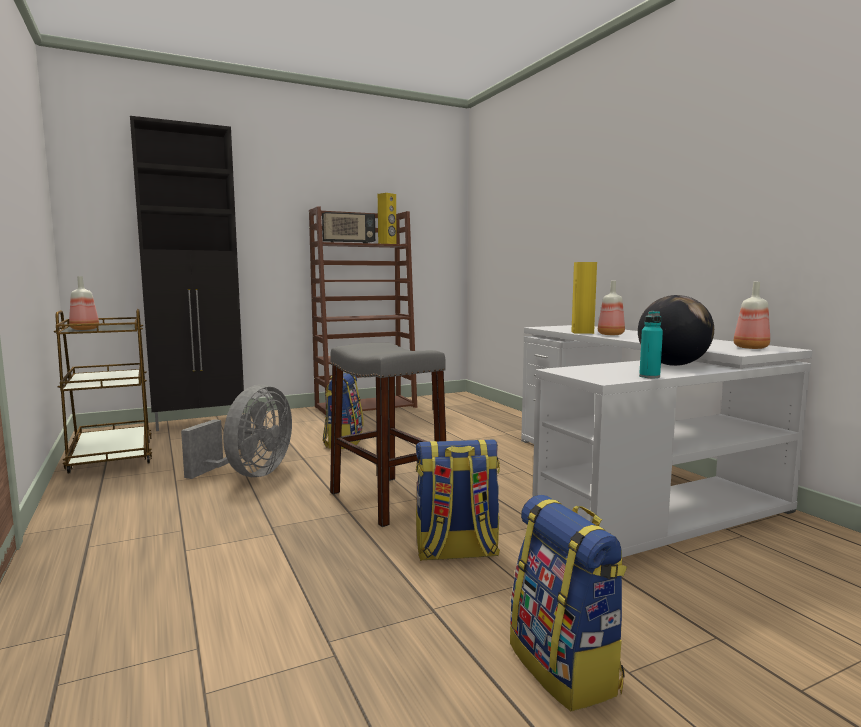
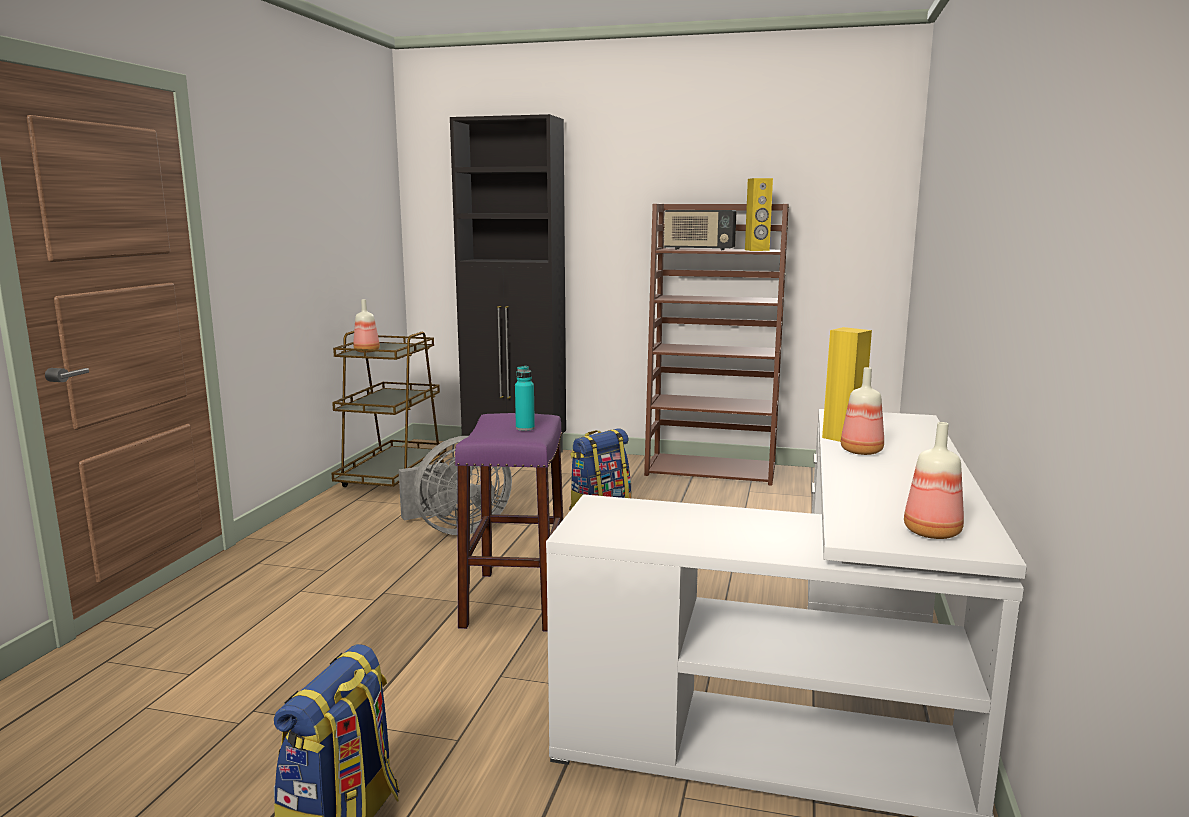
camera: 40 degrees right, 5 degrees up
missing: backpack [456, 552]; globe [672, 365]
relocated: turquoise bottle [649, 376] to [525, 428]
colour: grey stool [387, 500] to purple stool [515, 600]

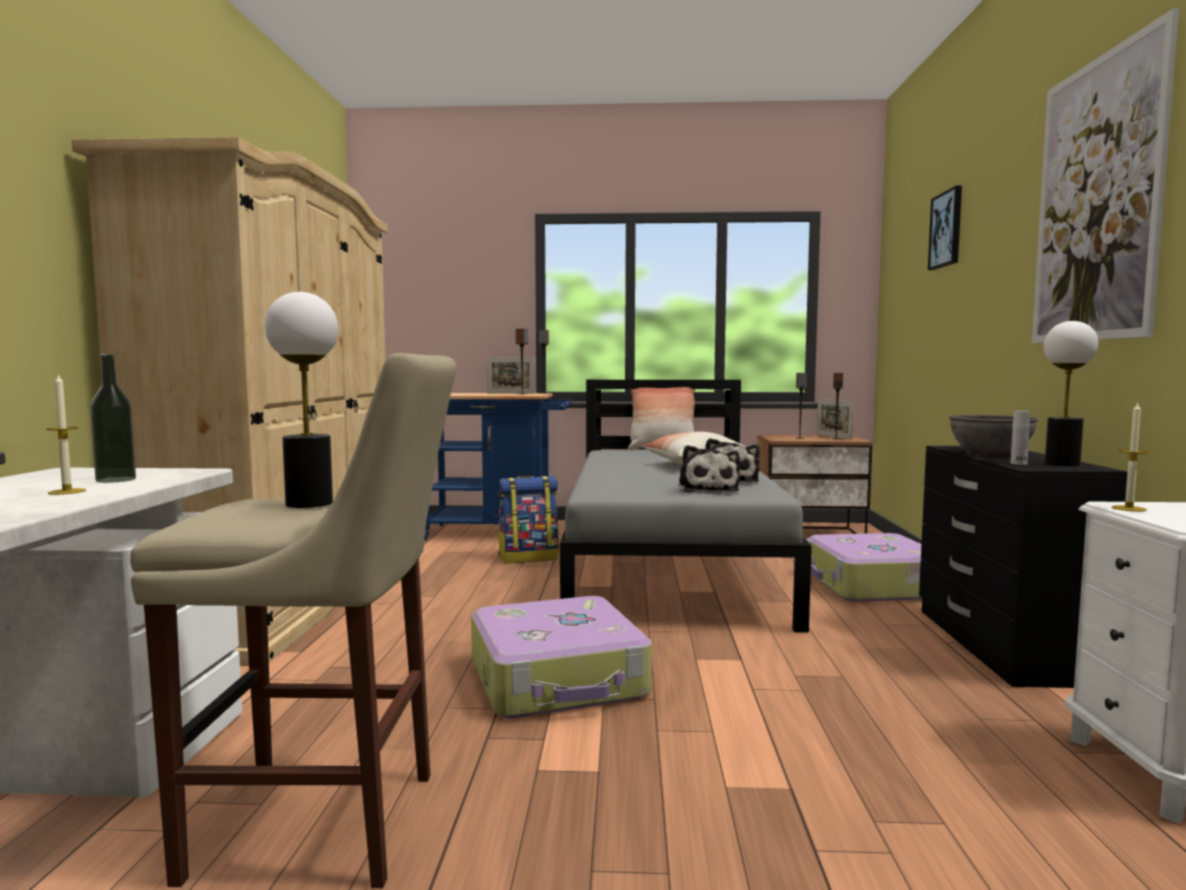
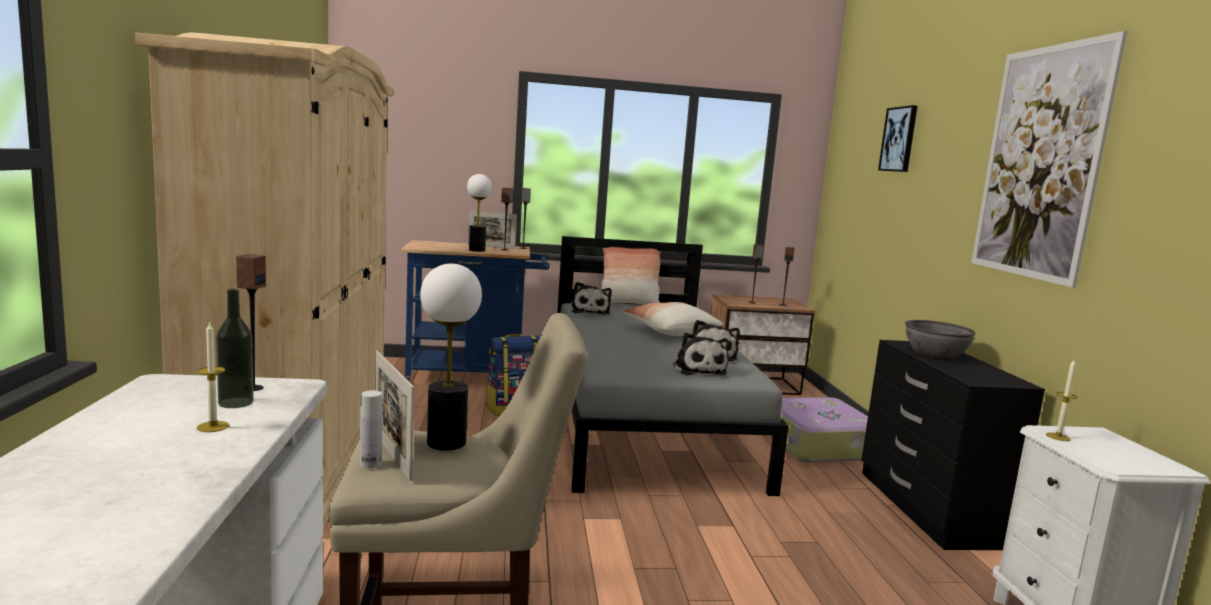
camera: 10 degrees left, 5 degrees up
missing: suitcase [559, 679]
appeared: speaker [253, 388]; plush toy [590, 311]
relocated: picture frame [834, 437] to [391, 455]; white bottle [1018, 463] to [370, 464]; table lamp [1061, 464] to [476, 250]

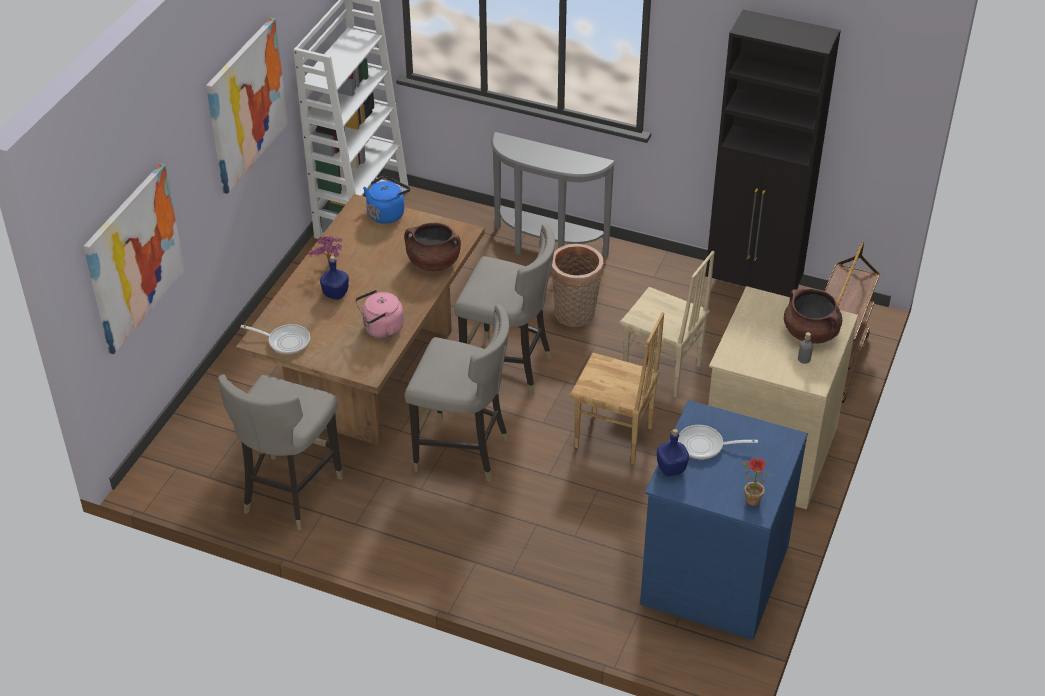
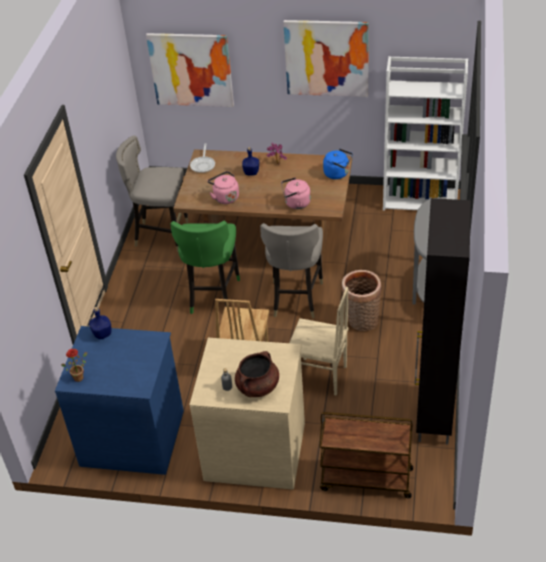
camera: 80 degrees right, 0 degrees up
missing: frying pan [704, 446]
exchanged: brown cooking pot [433, 263] to pink kettle [296, 203]
colour: grey stool [463, 452] to green stool [212, 296]
spun: beige chair [661, 371] = [320, 377] 90 degrees counterclockwise

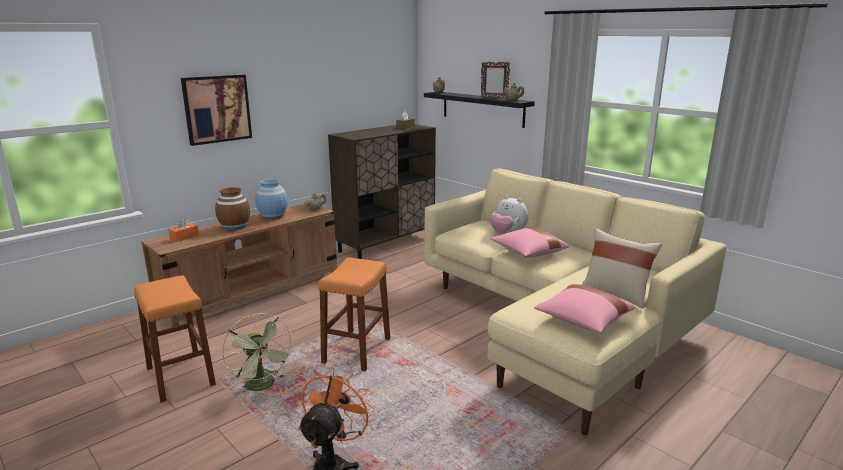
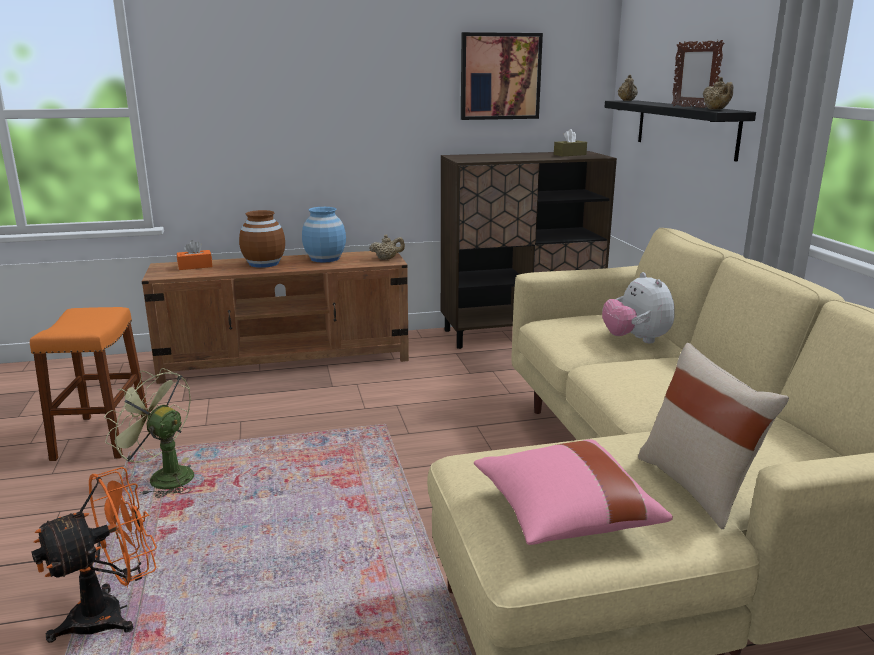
camera: 30 degrees right, 0 degrees up
missing: orange stool [357, 350]; pink pillow [528, 253]
relocated: picture [217, 109] to [500, 76]
spun: green fan [263, 386] = [163, 477] 120 degrees clockwise

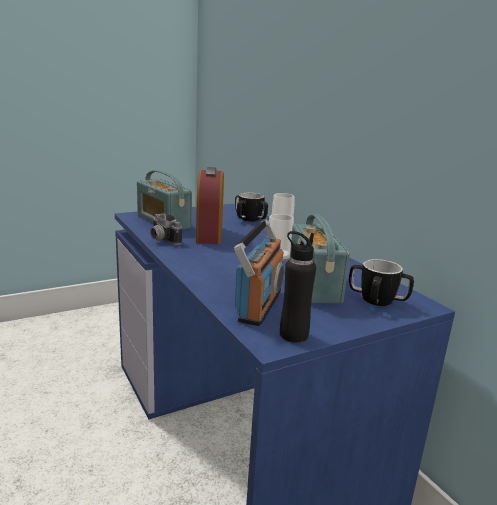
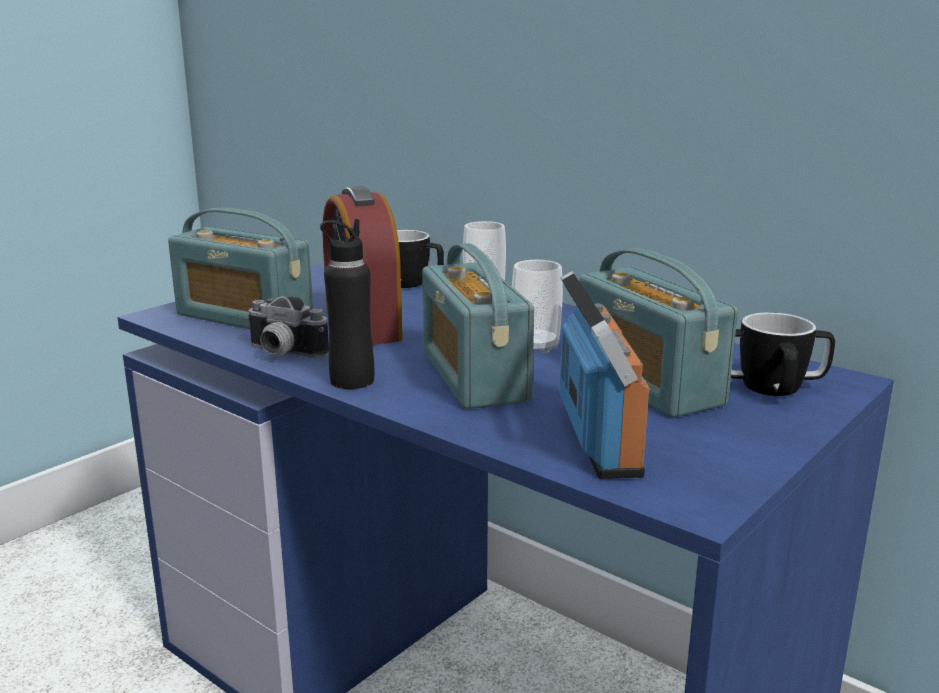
camera: 20 degrees left, 0 degrees up
appeared: radio [473, 376]
relocated: black bottle [293, 335] to [352, 380]

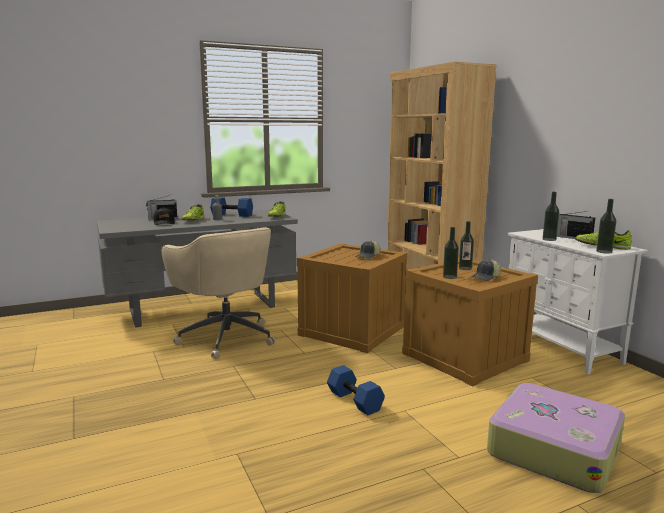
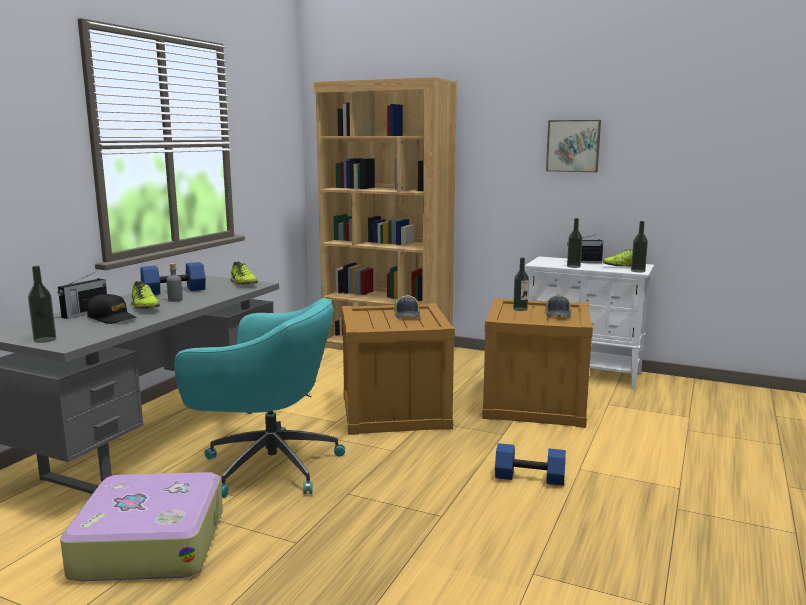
camera: 40 degrees left, 0 degrees up
appeared: picture [573, 146]
relocated: bottle [449, 277] to [45, 340]; suitcase [553, 449] to [150, 543]
colour: beige office chair [225, 337] to turquoise office chair [267, 465]

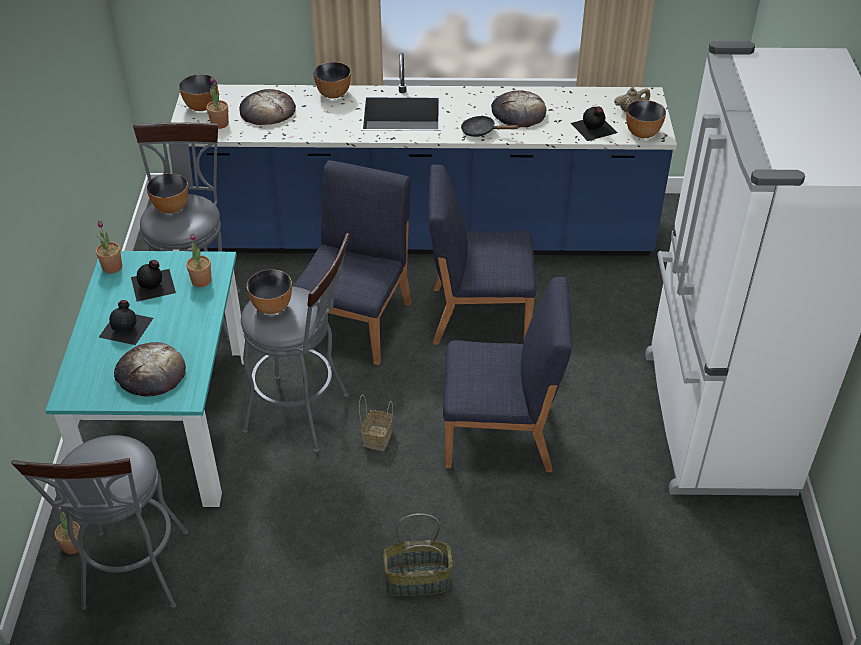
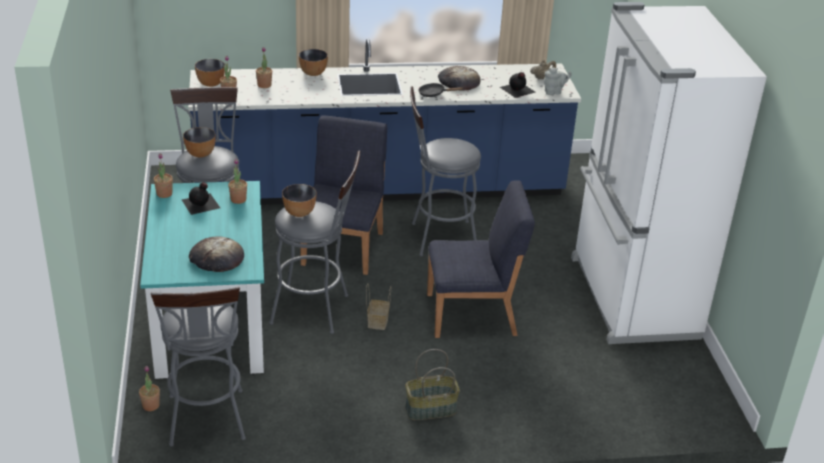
camera: 10 degrees left, 10 degrees down
missing: black bottle [127, 327]
exchanged: bread [267, 111] to potted plant [264, 85]; blue chair [478, 315] to grey stool [437, 238]; bowl [642, 133] to grey teapot [554, 92]

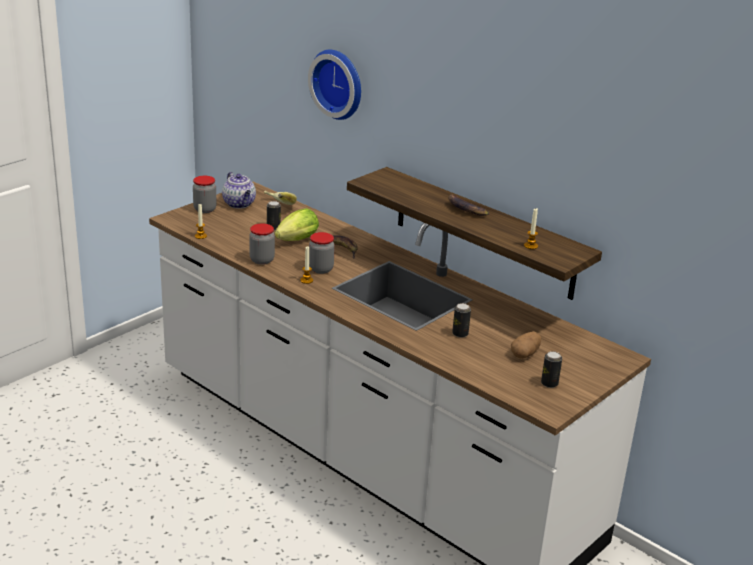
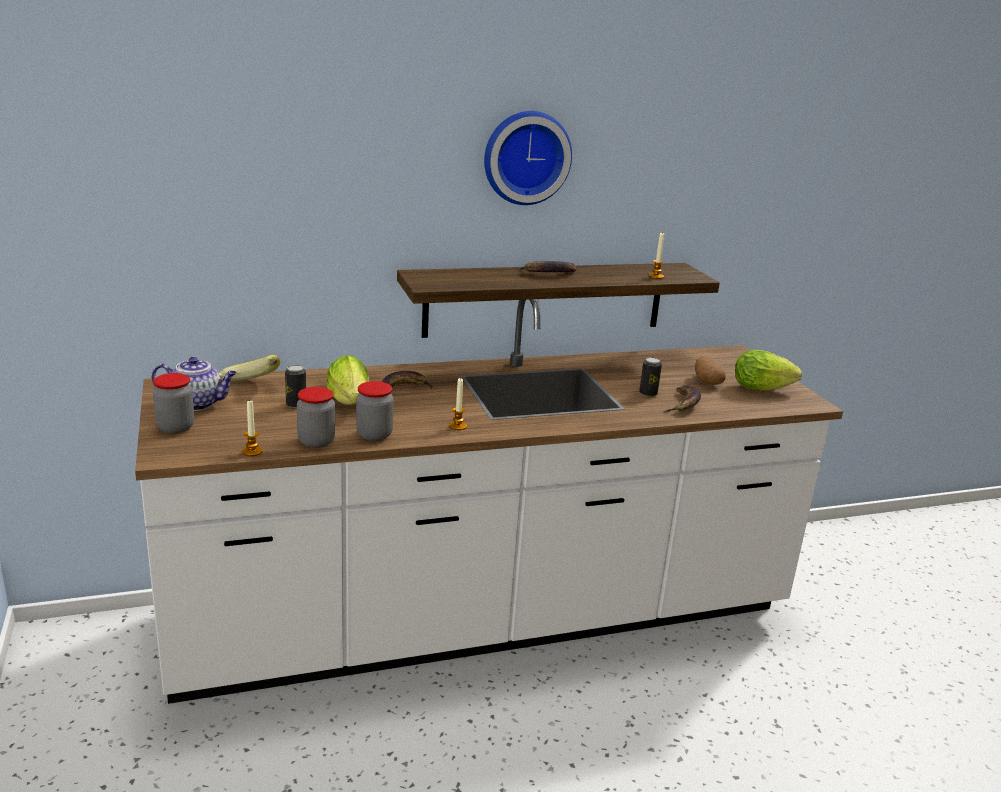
camera: 60 degrees left, 5 degrees down
appeared: banana [683, 404]
relocated: wall clock [339, 83] to [525, 157]; jar [321, 269] to [316, 441]
exchanged: can [549, 383] to lettuce [765, 389]

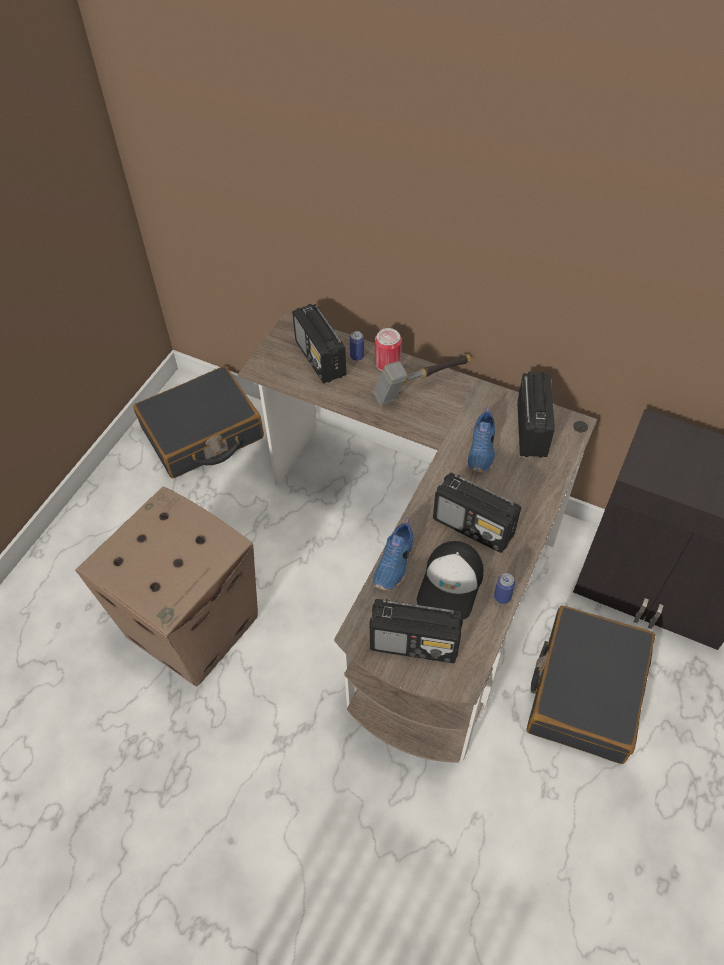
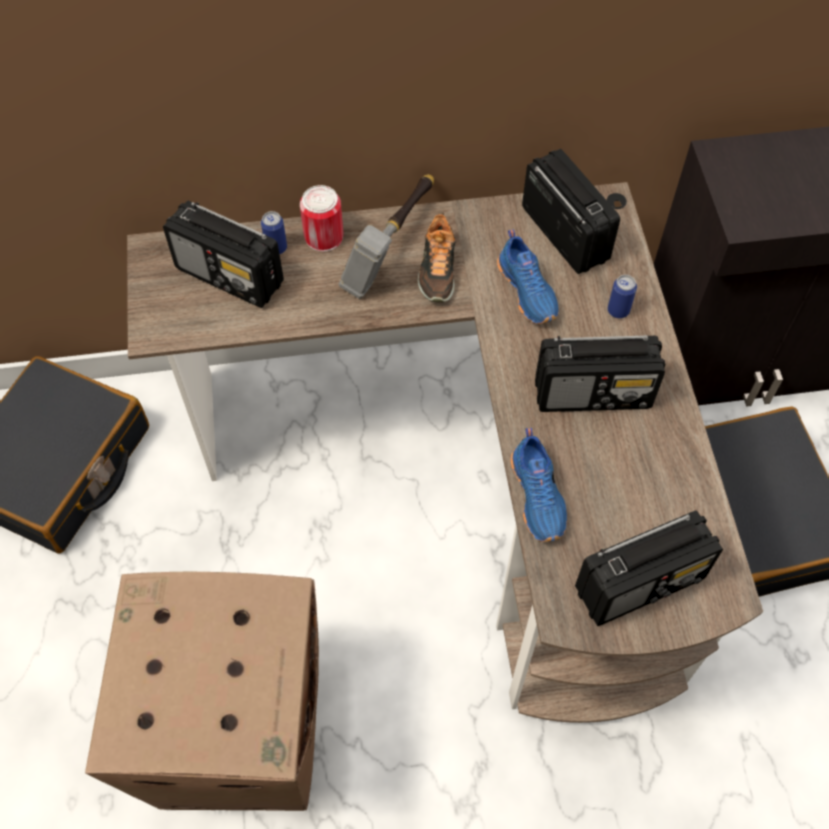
camera: 35 degrees left, 5 degrees up
missing: cap [451, 585]
appeared: shoe [437, 269]
relocated: can [502, 597] to [618, 310]

